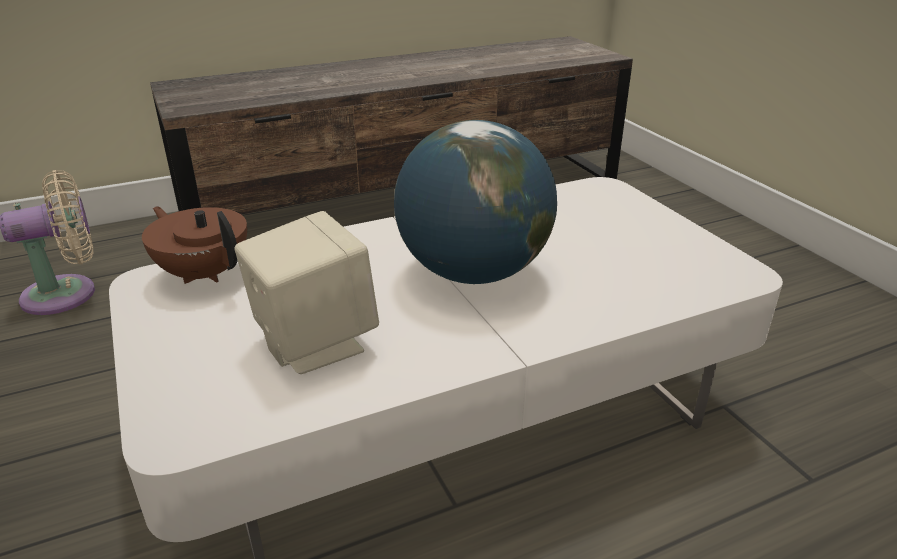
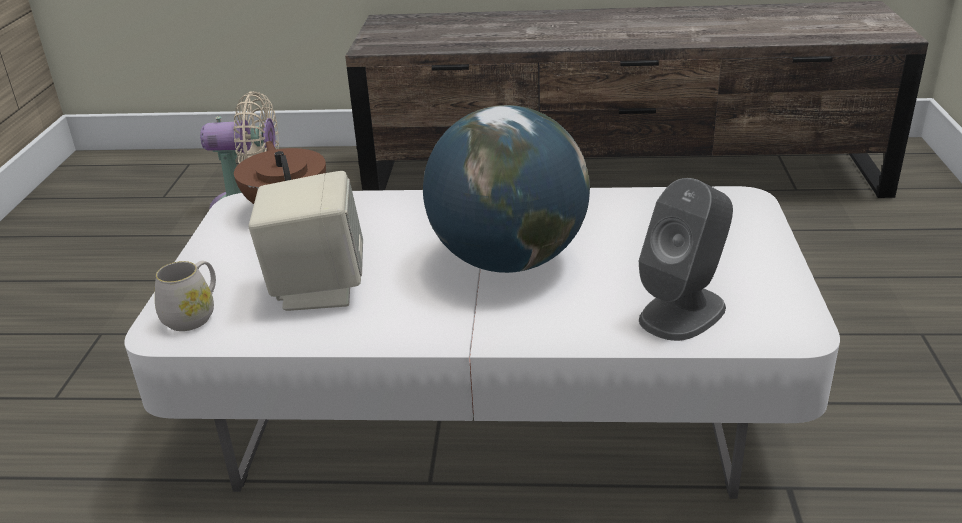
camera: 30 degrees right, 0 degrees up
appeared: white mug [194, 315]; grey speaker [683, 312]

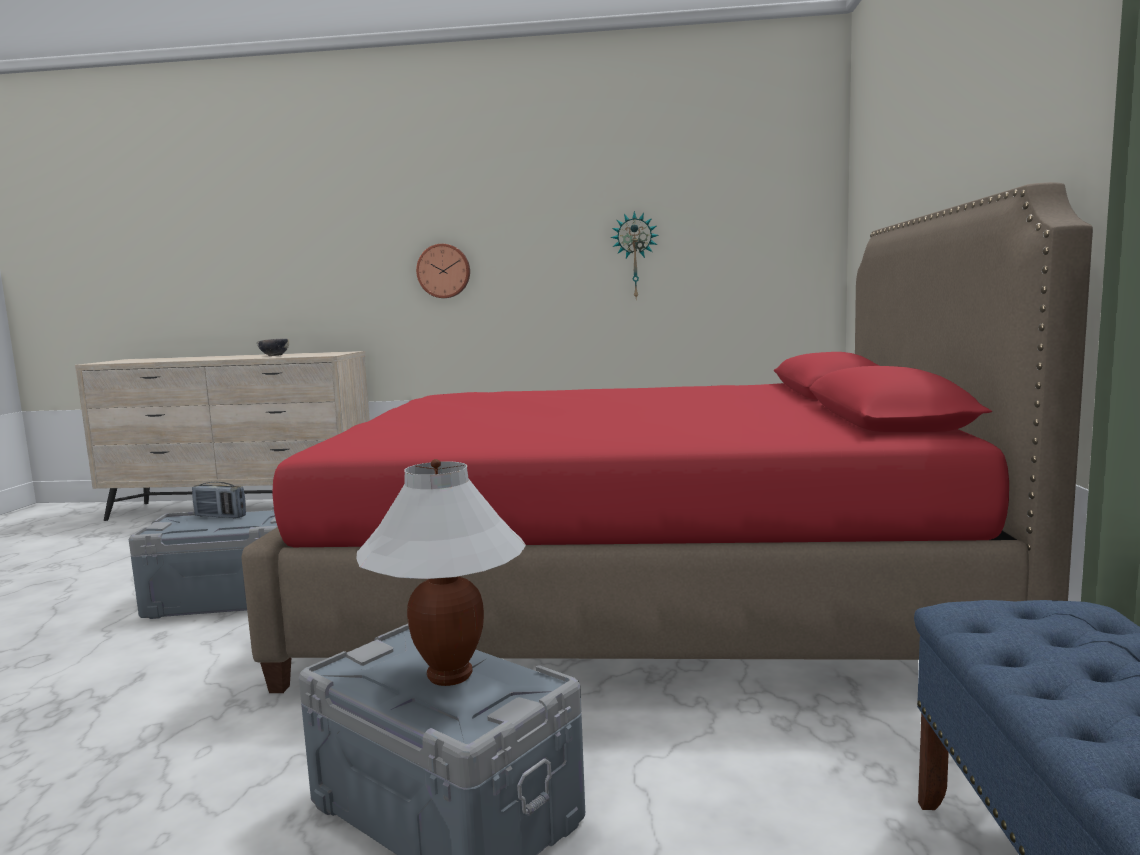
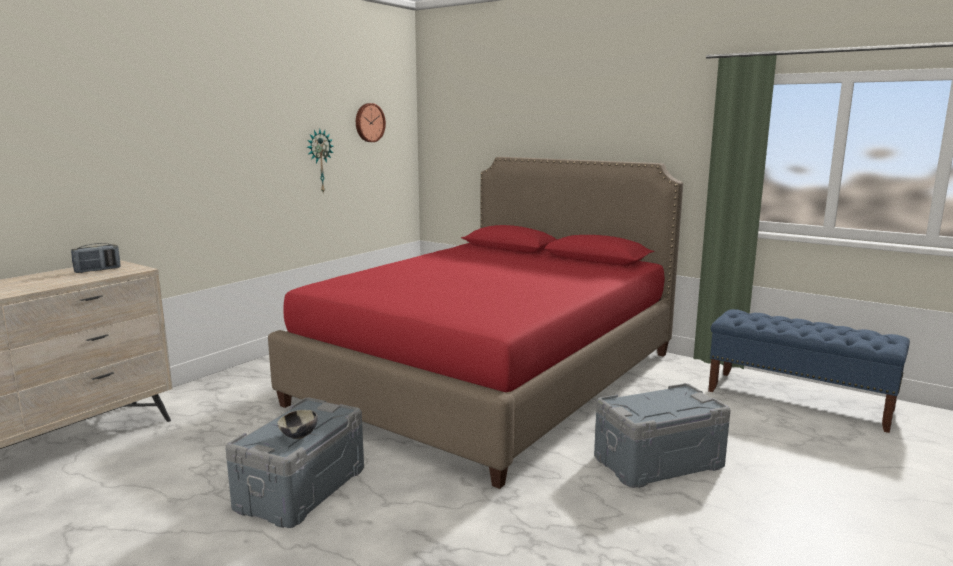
camera: 60 degrees left, 5 degrees up
missing: white table lamp [449, 675]
relocated: radio [220, 516] to [97, 270]; bowl [274, 356] to [299, 436]; wall clock [444, 271] to [369, 122]

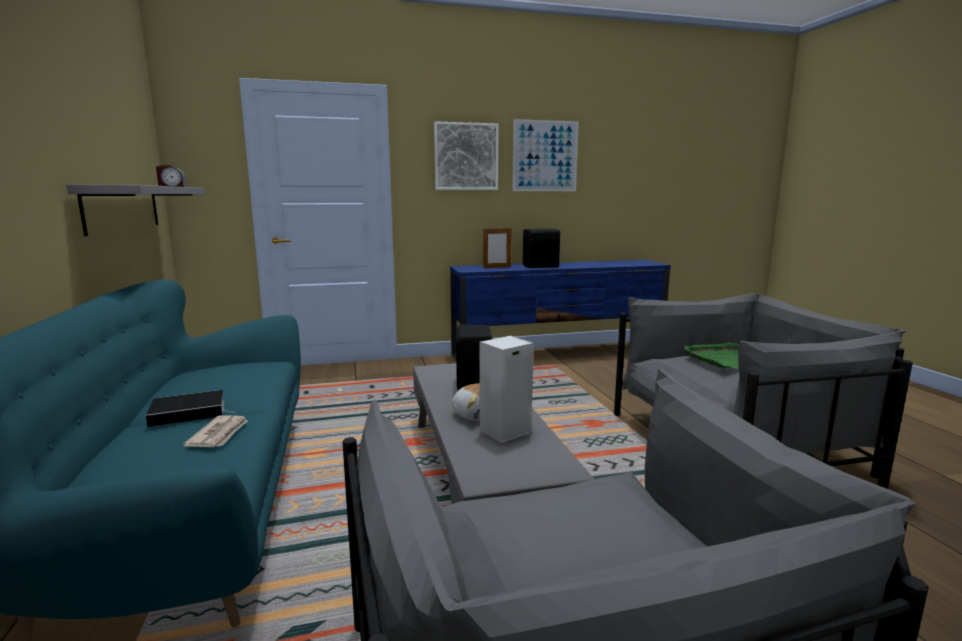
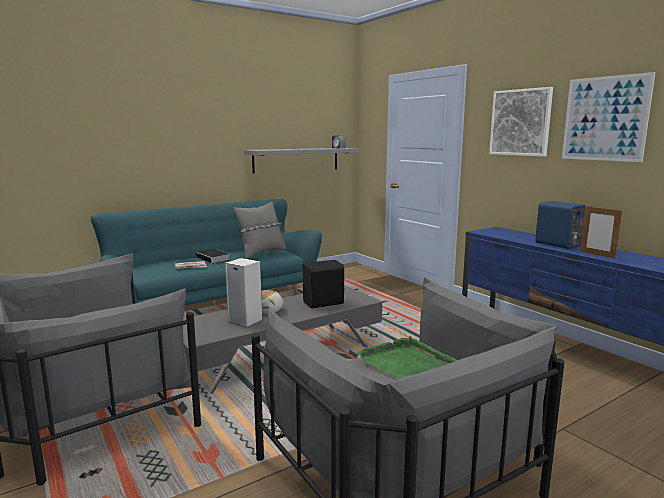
camera: 70 degrees right, 0 degrees up
appeared: grey pillow [261, 253]
relocated: picture frame [497, 267] to [597, 254]
colour: black speaker [541, 266] to blue speaker [557, 245]

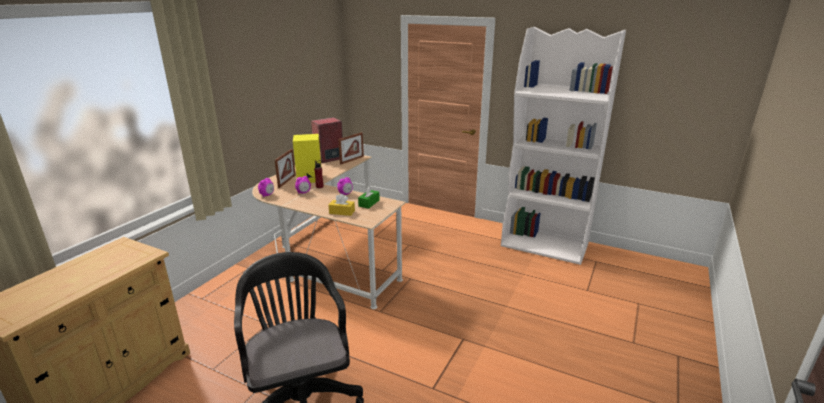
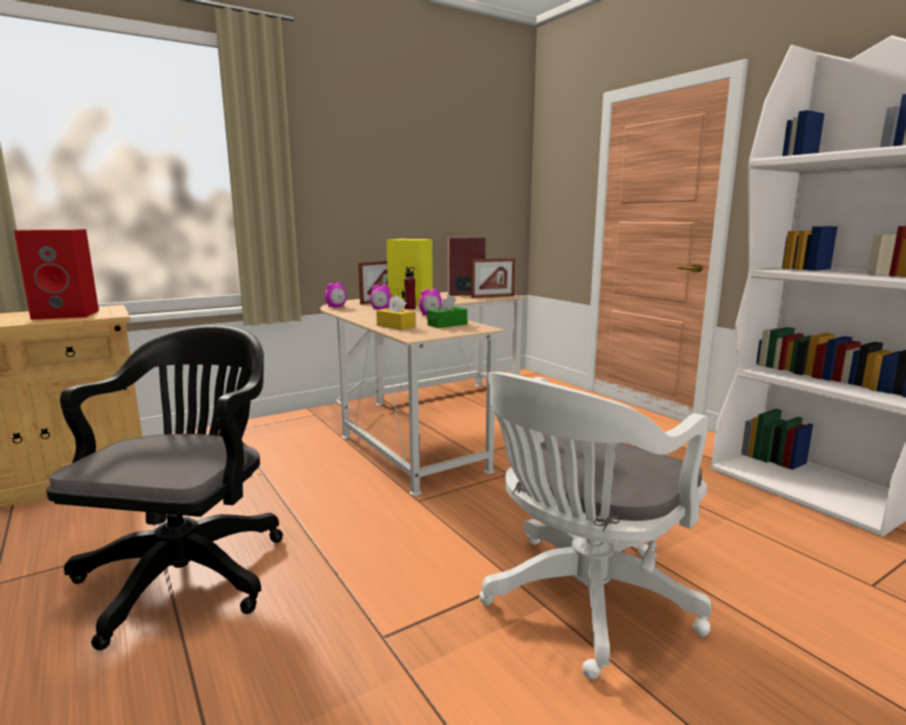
camera: 30 degrees right, 10 degrees down
appeared: red speaker [68, 314]; white office chair [582, 603]

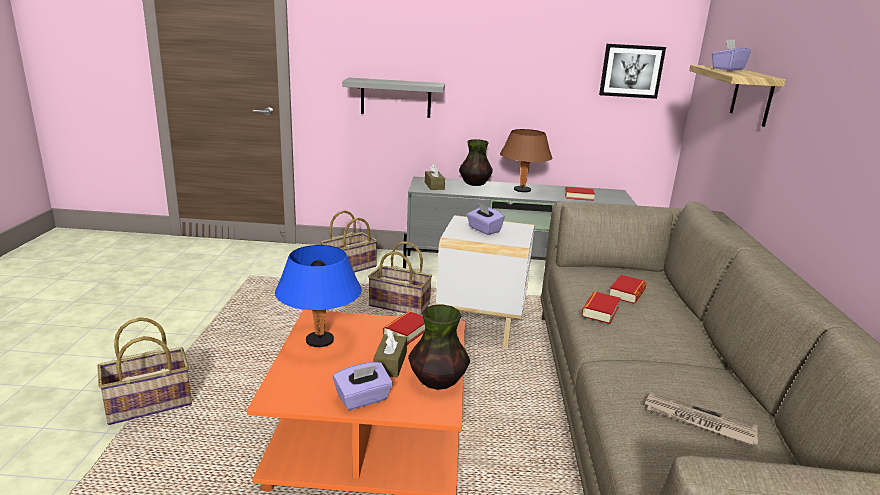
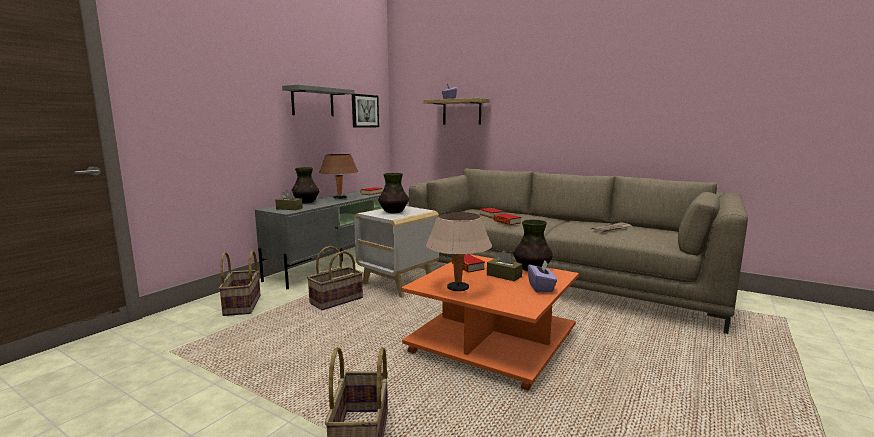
camera: 60 degrees left, 10 degrees down
relocated: grey shelf [396, 98] to [312, 102]
exchanged: purple tissue box [484, 230] to vase [394, 212]
colour: blue table lamp [320, 341] to beige table lamp [458, 288]

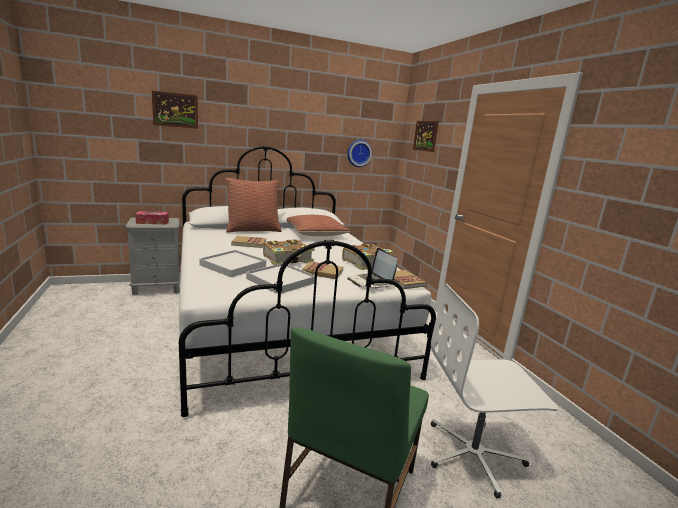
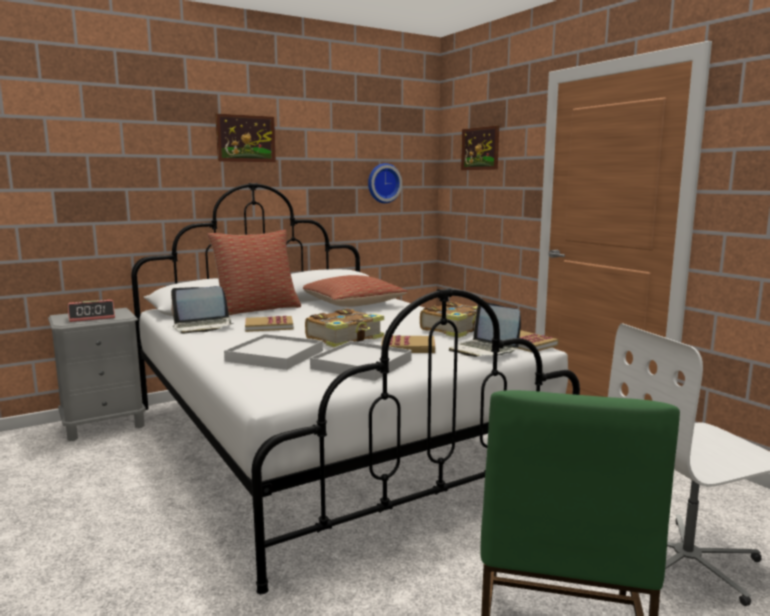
camera: 10 degrees left, 5 degrees down
appeared: laptop [203, 326]
relocated: picture [175, 110] to [246, 138]
exchanged: tissue box [152, 222] to alarm clock [92, 317]

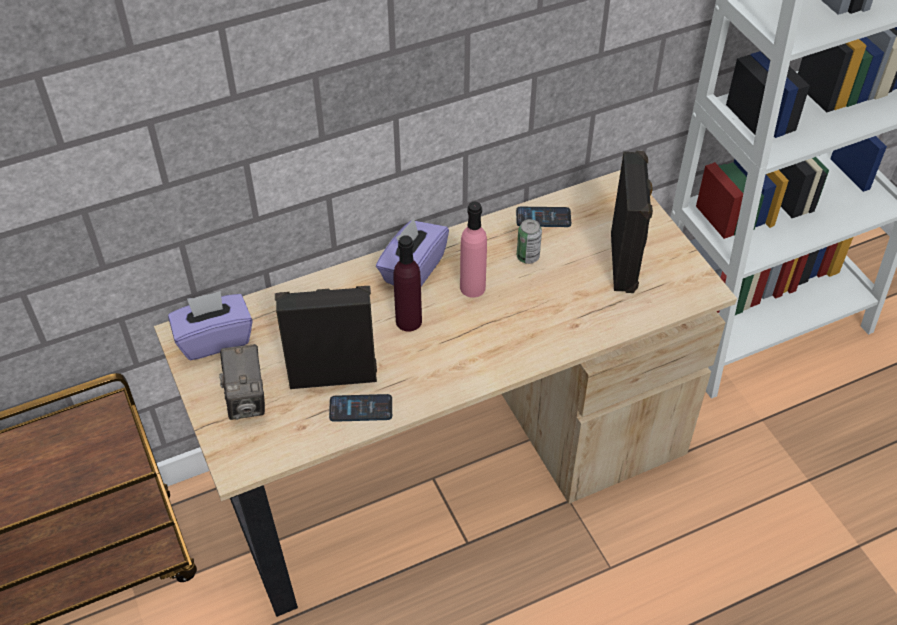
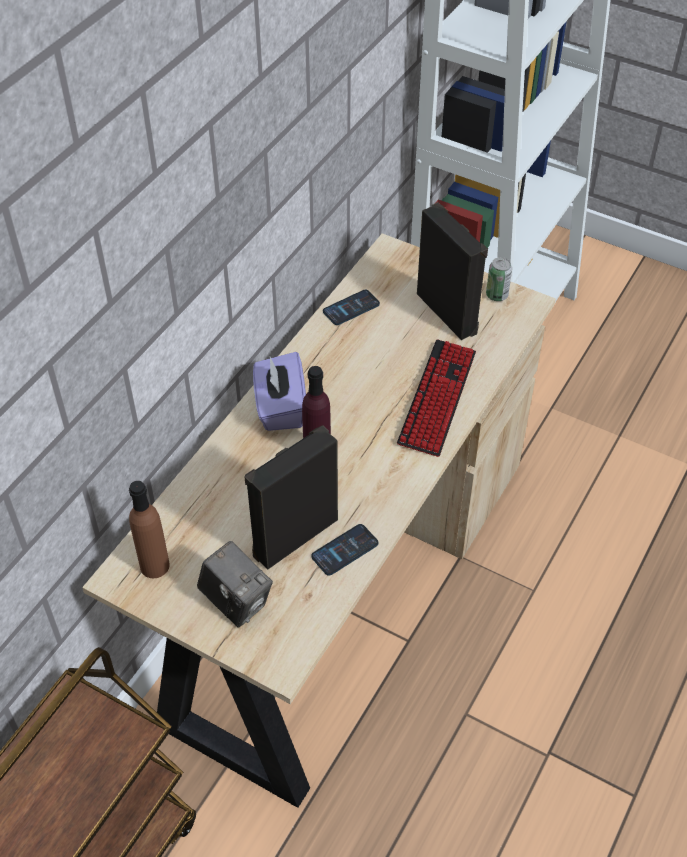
camera: 35 degrees left, 0 degrees up
missing: pink bottle [472, 287]
appeared: keyboard [437, 398]
relocated: can [528, 256] to [496, 295]
exchanged: purple tissue box [214, 339] to brown bottle [154, 565]

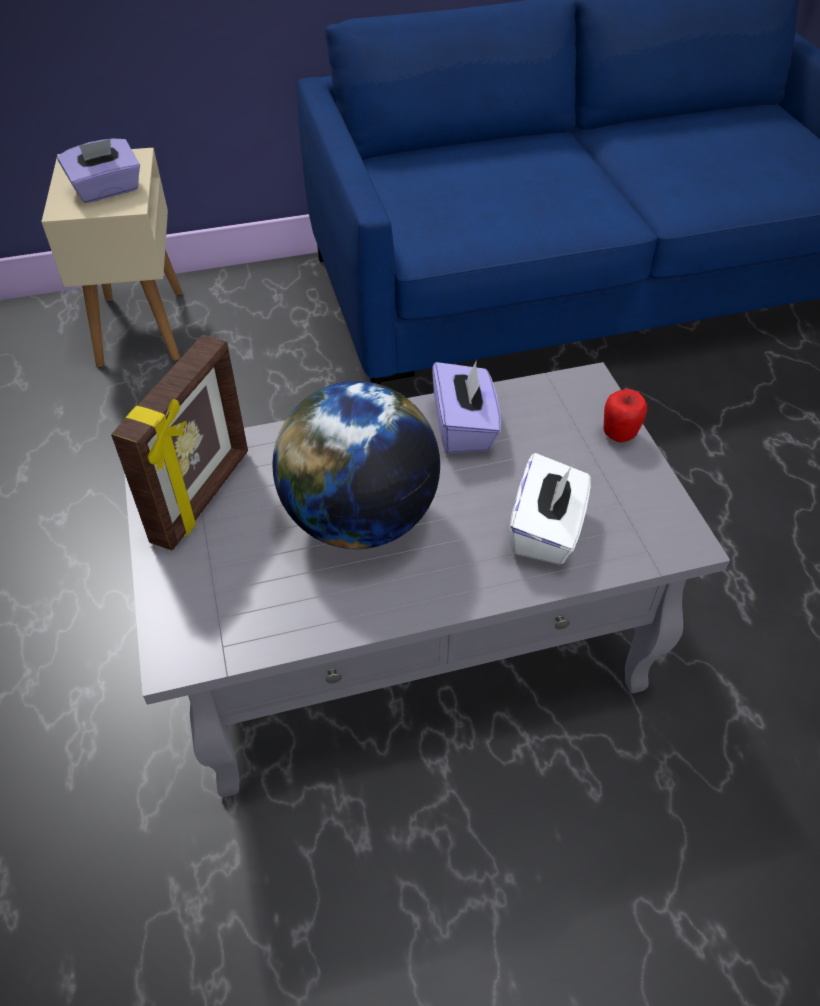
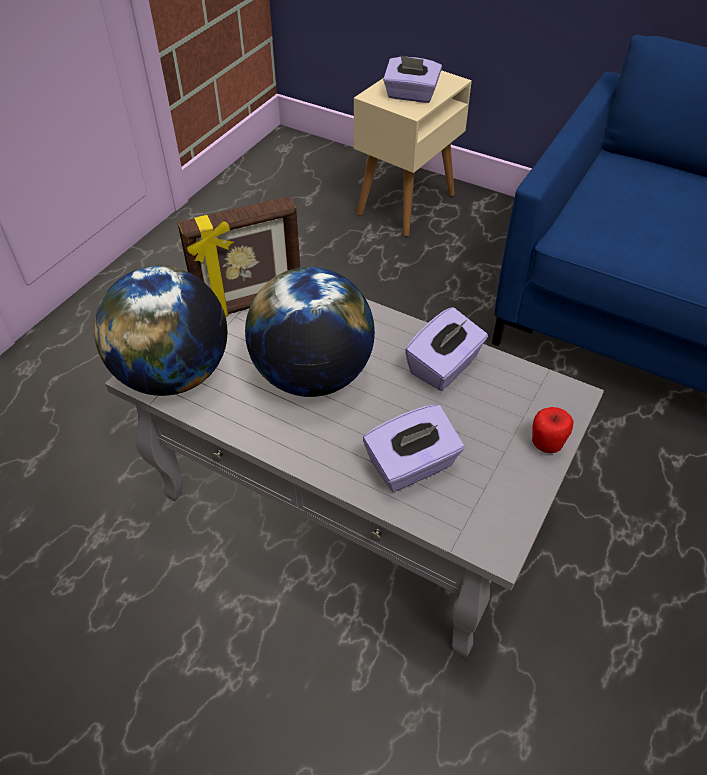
camera: 45 degrees right, 0 degrees up
appeared: globe [173, 375]
colour: white tissue box [546, 531] to purple tissue box [412, 465]

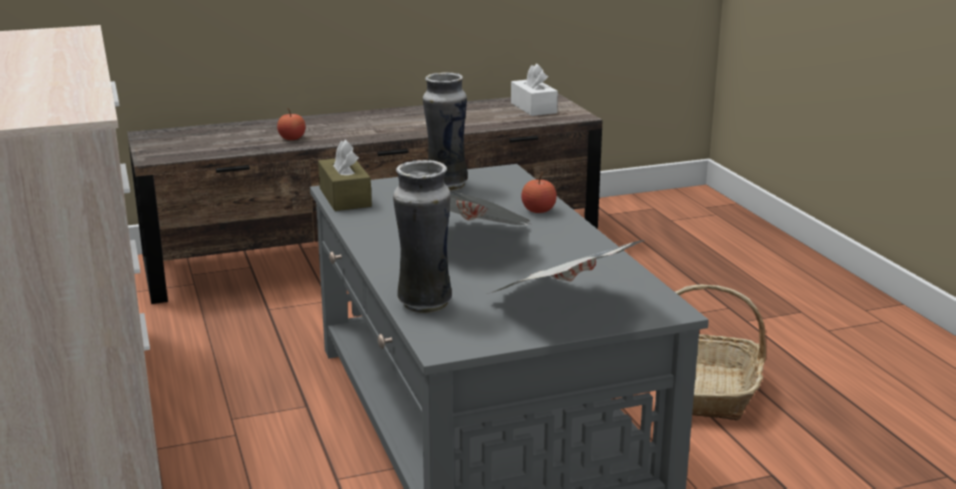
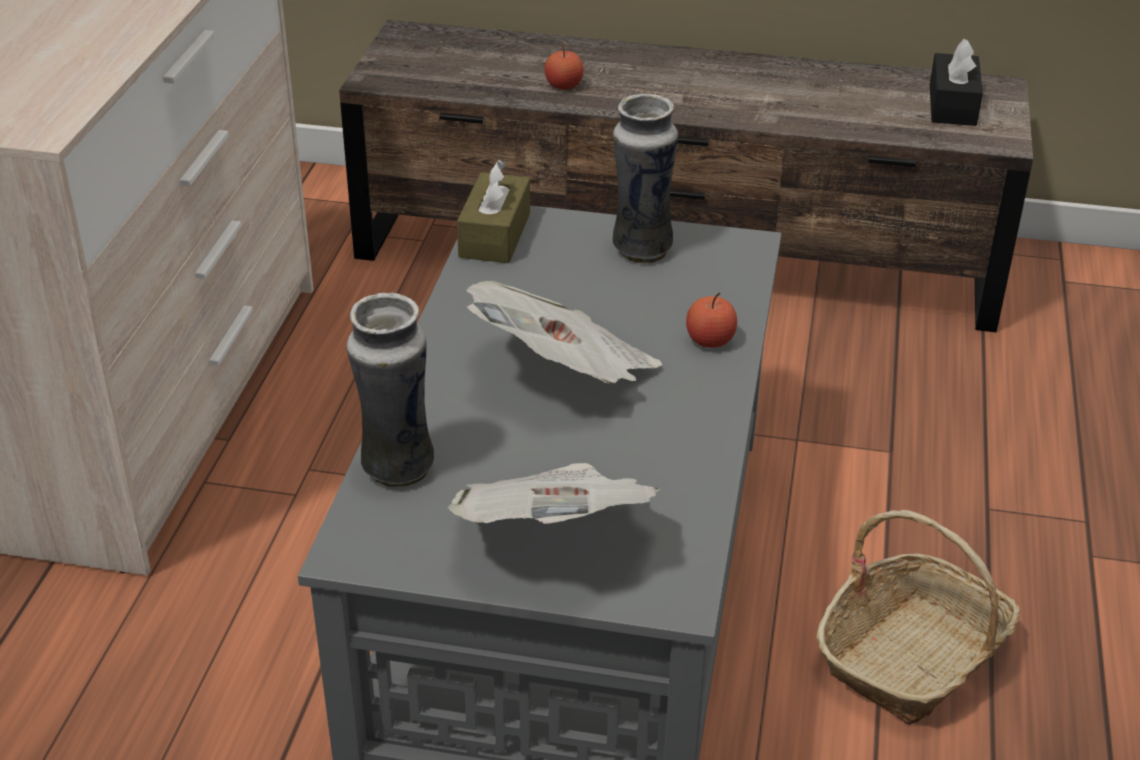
camera: 30 degrees right, 15 degrees up
colour: white tissue box [533, 108] to black tissue box [952, 105]

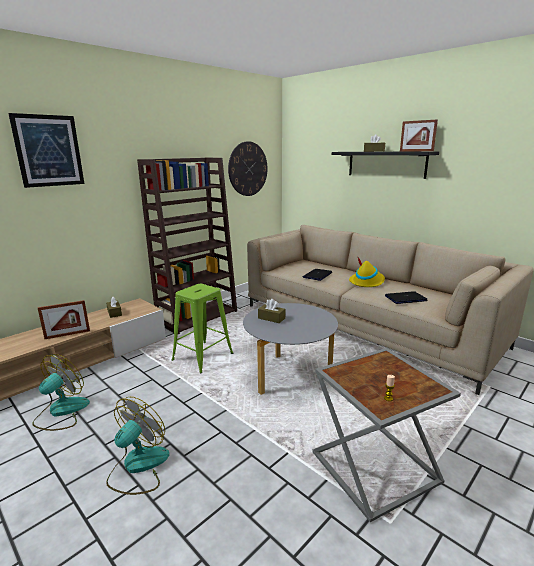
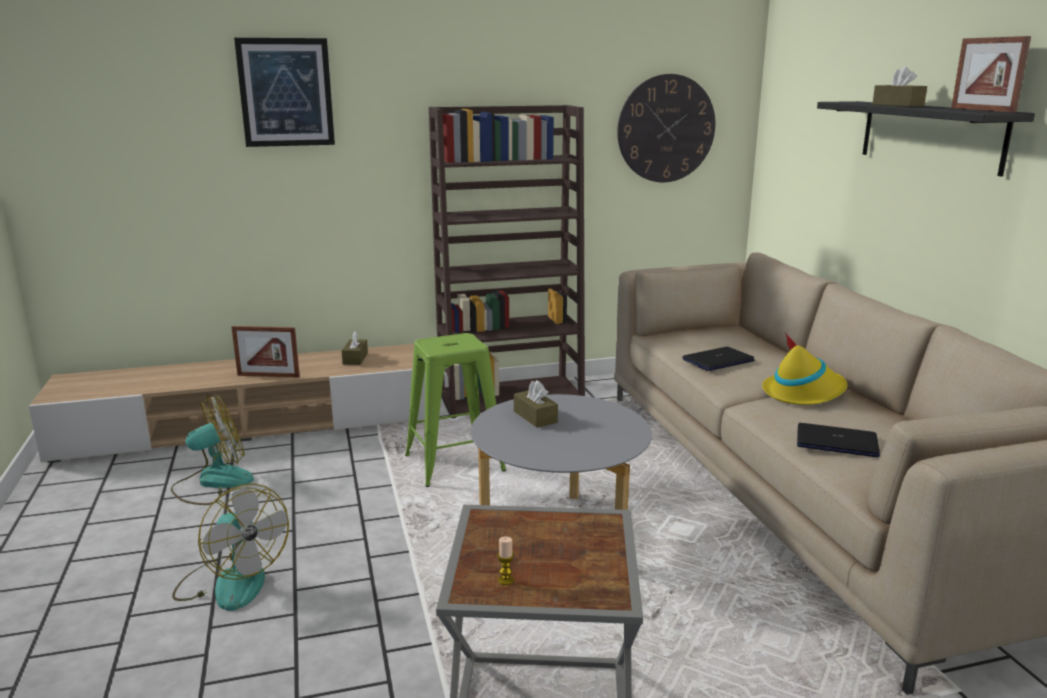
camera: 30 degrees right, 0 degrees up
spun: fan [138, 467] = [232, 581] 75 degrees clockwise

